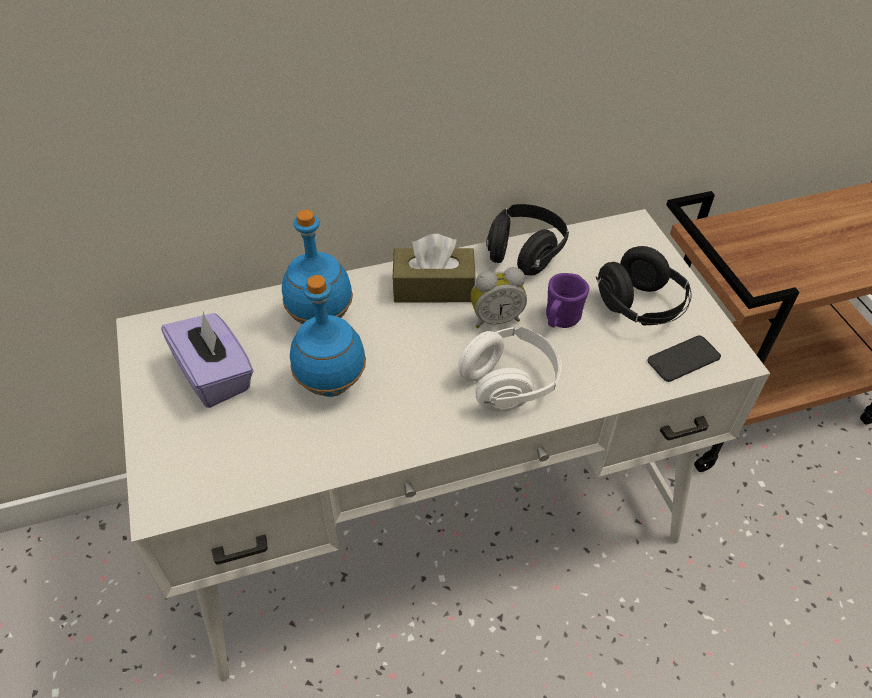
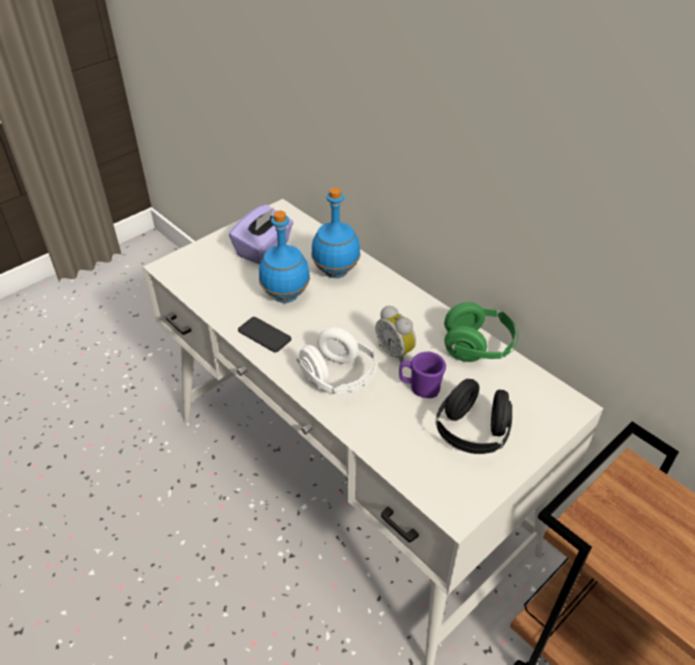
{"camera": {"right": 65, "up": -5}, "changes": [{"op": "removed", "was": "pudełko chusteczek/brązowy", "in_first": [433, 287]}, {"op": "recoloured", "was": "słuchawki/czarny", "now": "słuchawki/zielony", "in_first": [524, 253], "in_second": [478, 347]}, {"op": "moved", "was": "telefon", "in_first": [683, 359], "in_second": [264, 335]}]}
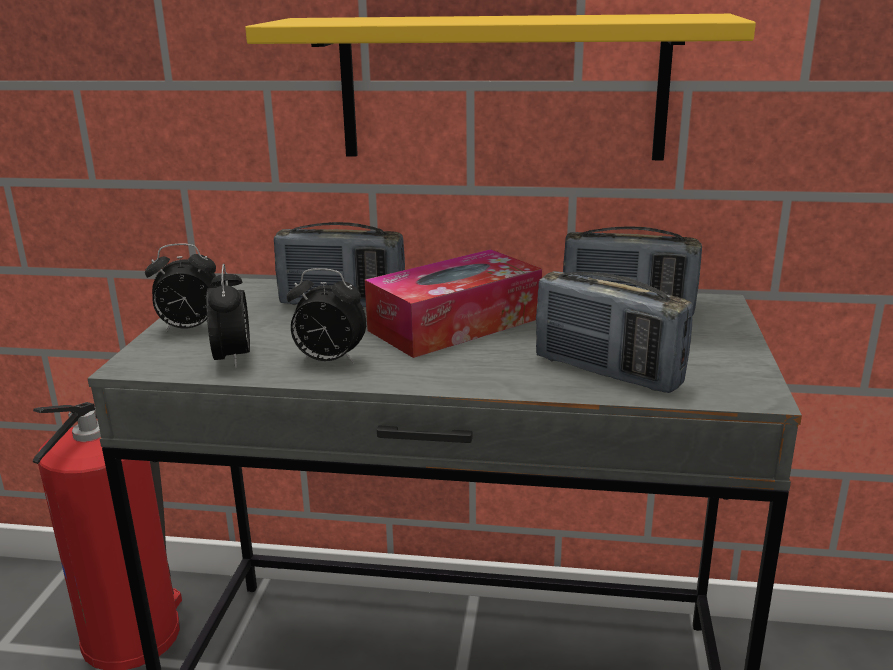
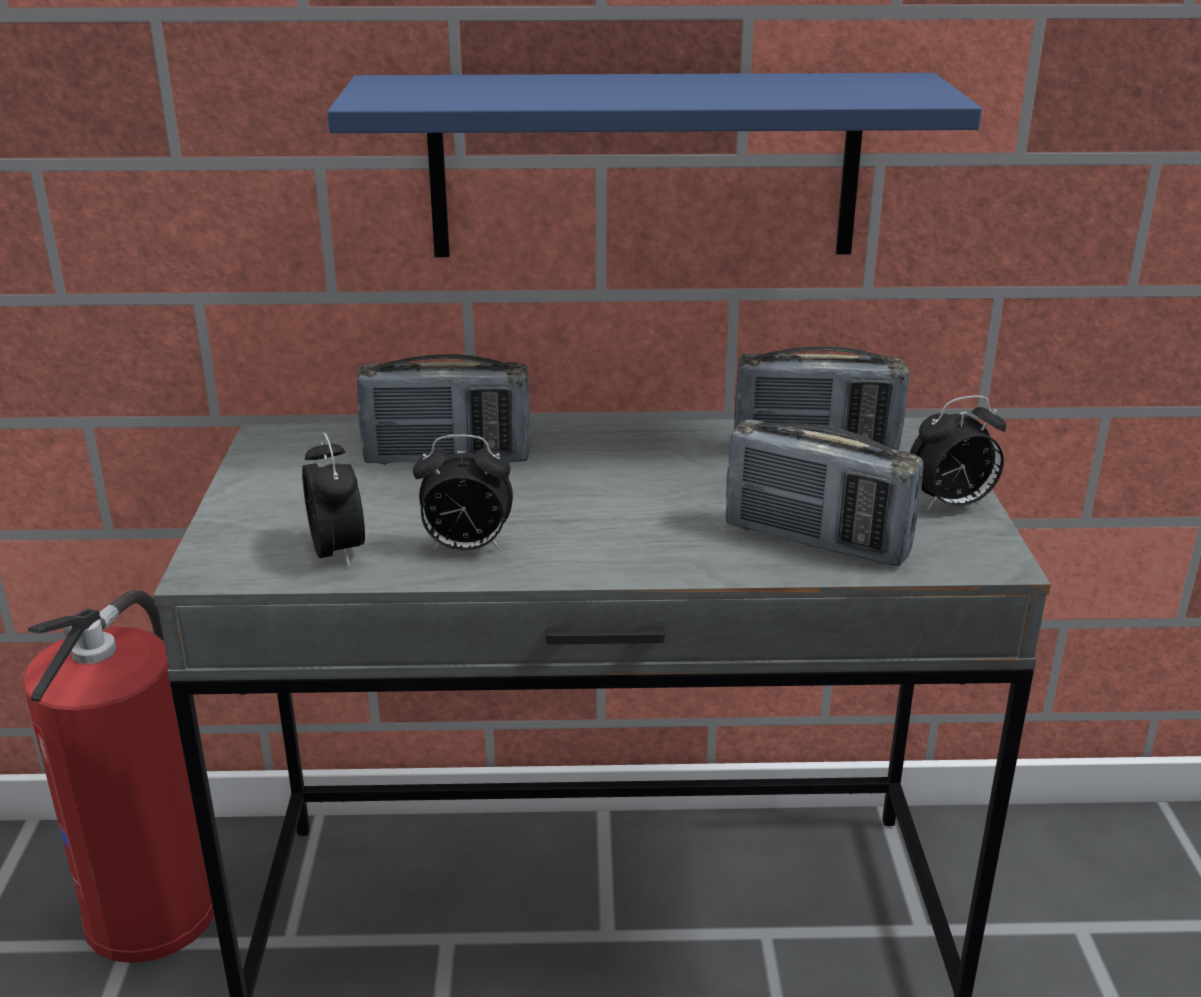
{"camera": {"right": -10, "up": 5}, "changes": [{"op": "moved", "was": "budzik", "in_first": [189, 329], "in_second": [951, 505]}, {"op": "recoloured", "was": "półka/żółty", "now": "półka/niebieski", "in_first": [501, 88], "in_second": [644, 166]}, {"op": "removed", "was": "pudełko chusteczek", "in_first": [455, 324]}]}
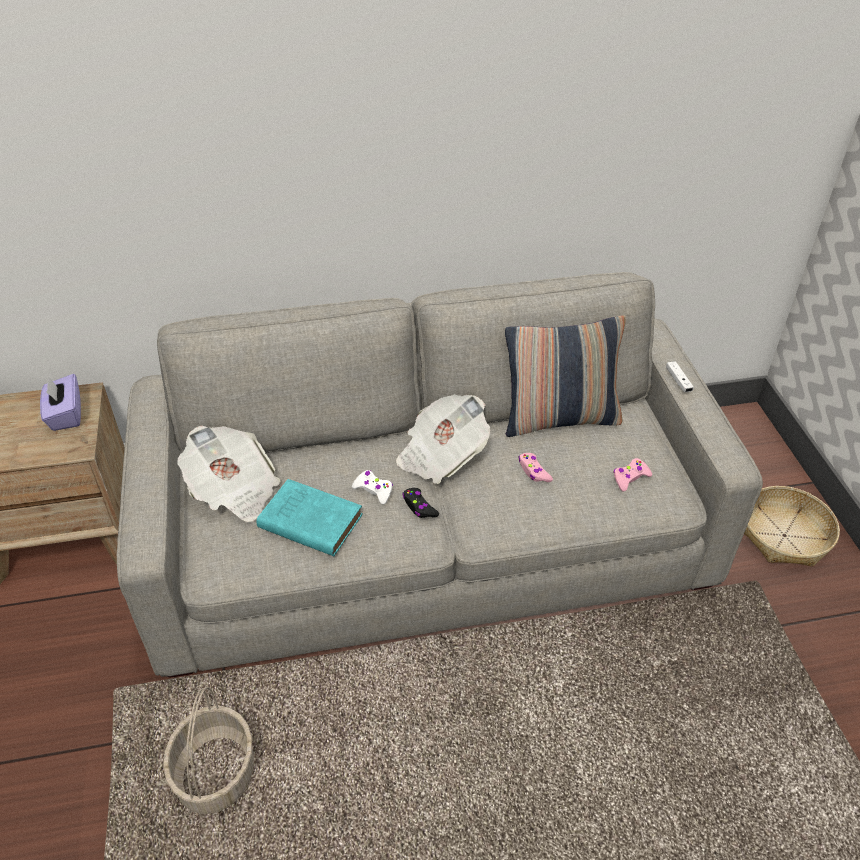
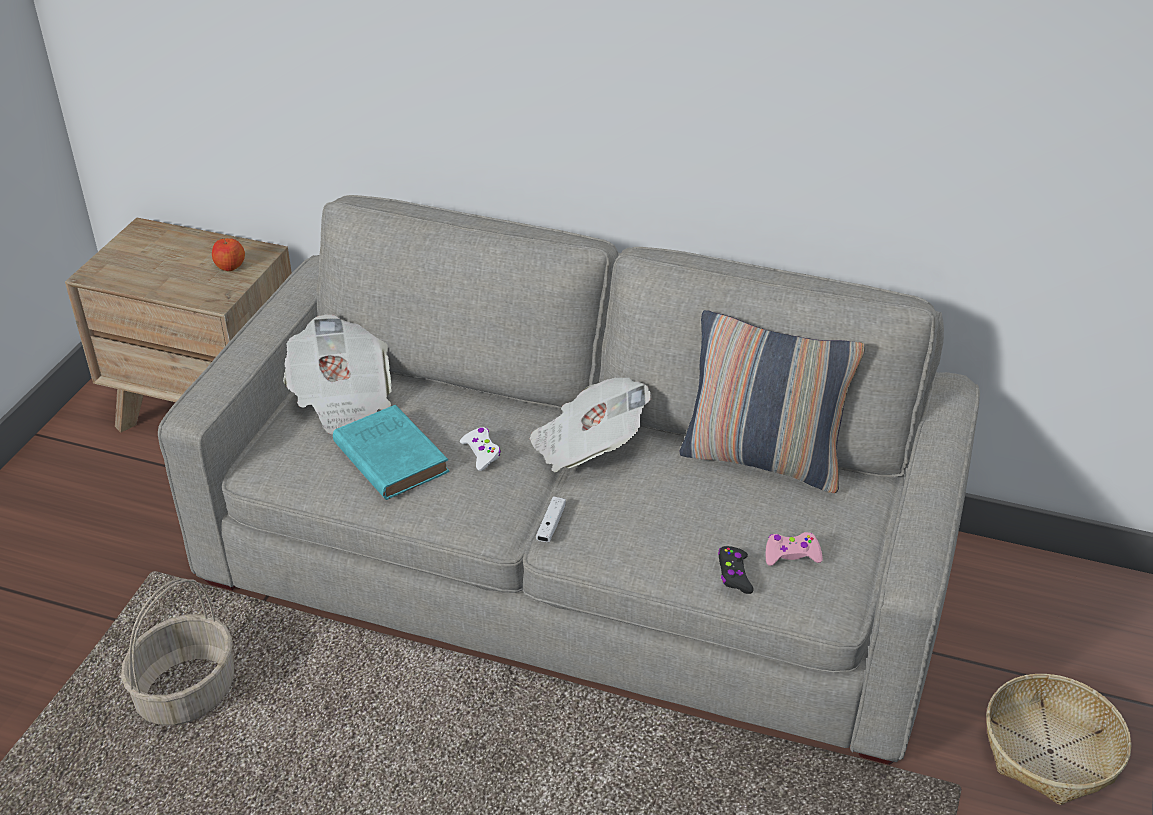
{"camera": {"right": 30, "up": -5}, "changes": [{"op": "replaced", "was": "pudełko chusteczek/fioletowy", "now": "jabłko", "in_first": [65, 415], "in_second": [230, 266]}, {"op": "moved", "was": "pad do gier/czarny", "in_first": [419, 507], "in_second": [734, 574]}, {"op": "removed", "was": "pad do gier/różowy", "in_first": [533, 471]}, {"op": "moved", "was": "pad do gier/biały", "in_first": [678, 381], "in_second": [551, 525]}]}
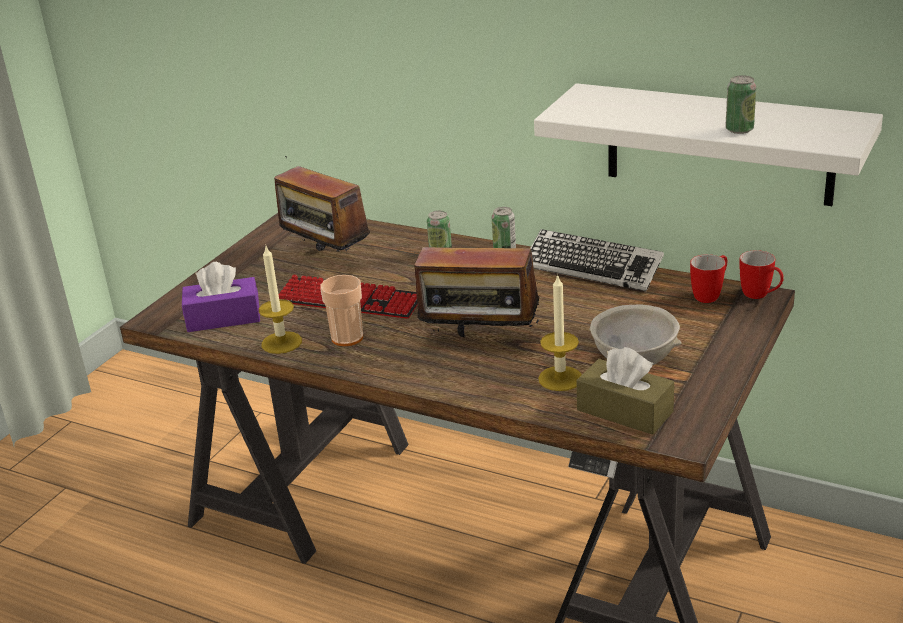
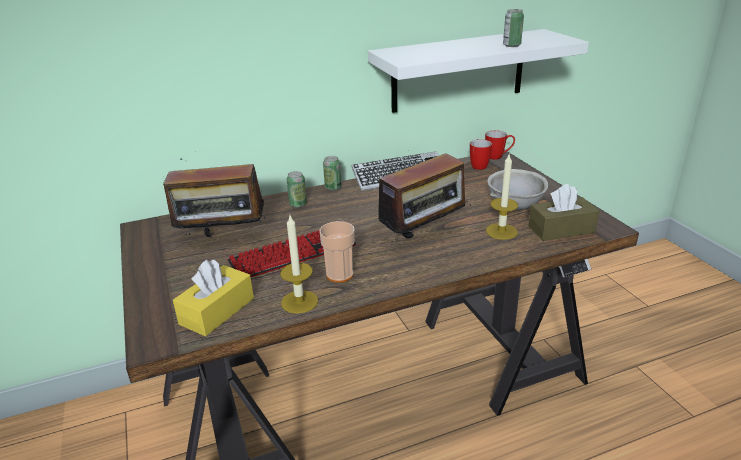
{"camera": {"right": -50, "up": 0}, "changes": [{"op": "recoloured", "was": "pudełko chusteczek/fioletowy", "now": "pudełko chusteczek/żółty", "in_first": [223, 318], "in_second": [217, 311]}]}
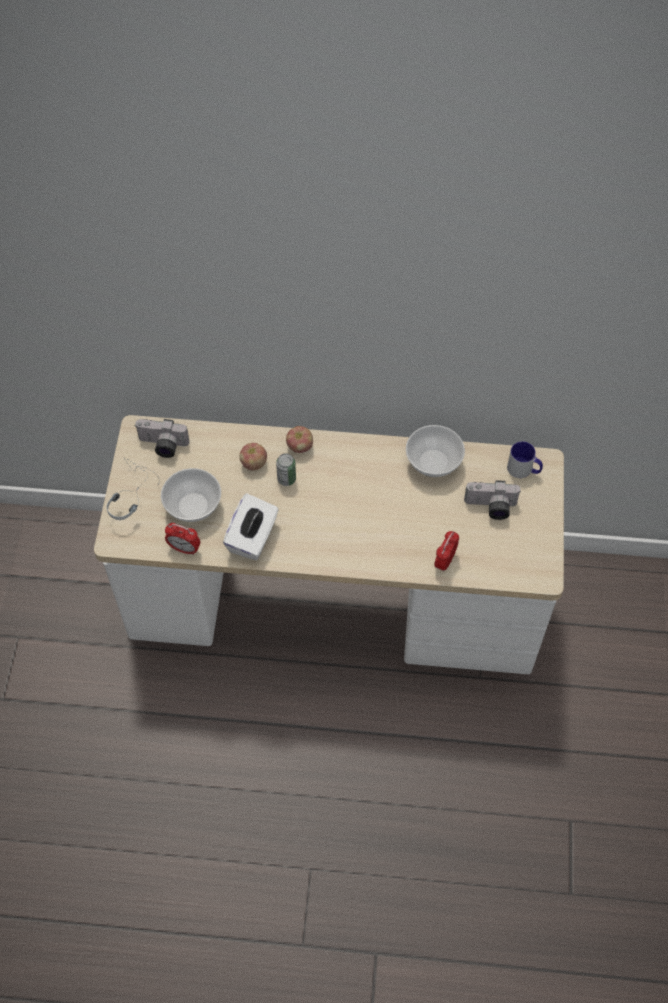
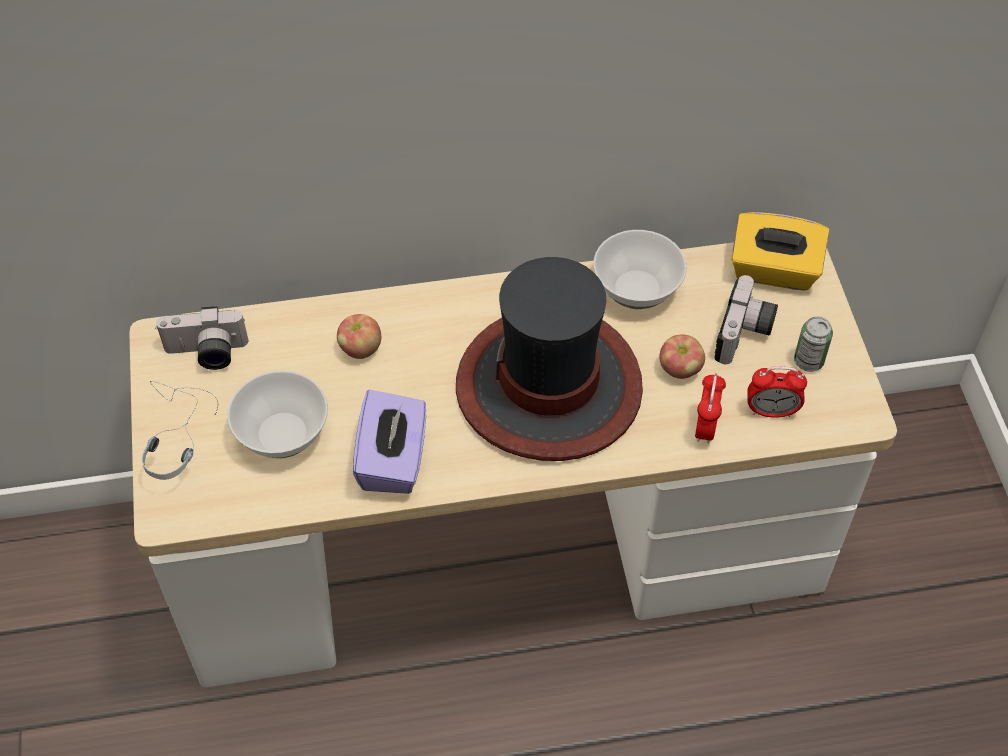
{"camera": {"right": -15, "up": -5}, "changes": [{"op": "moved", "was": "budzik", "in_first": [184, 548], "in_second": [771, 411]}, {"op": "recoloured", "was": "pudełko chusteczek/biały", "now": "pudełko chusteczek/fioletowy", "in_first": [252, 538], "in_second": [393, 460]}, {"op": "moved", "was": "puszka", "in_first": [286, 479], "in_second": [808, 361]}, {"op": "moved", "was": "jabłko", "in_first": [300, 446], "in_second": [680, 369]}, {"op": "turned", "was": "aparat fotograficzny", "in_first": [490, 507], "in_second": [745, 335], "clockwise": -60}, {"op": "replaced", "was": "kubek", "now": "pudełko chusteczek/żółty", "in_first": [524, 470], "in_second": [774, 271]}, {"op": "added", "now": "kapelusz", "in_second": [550, 386]}]}
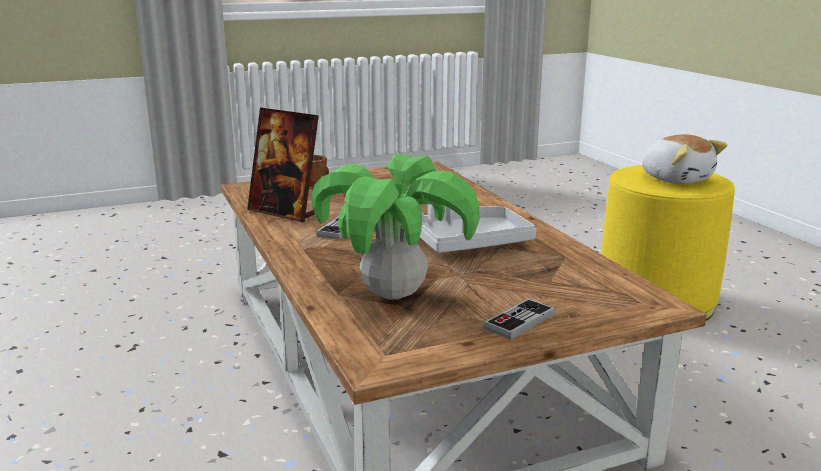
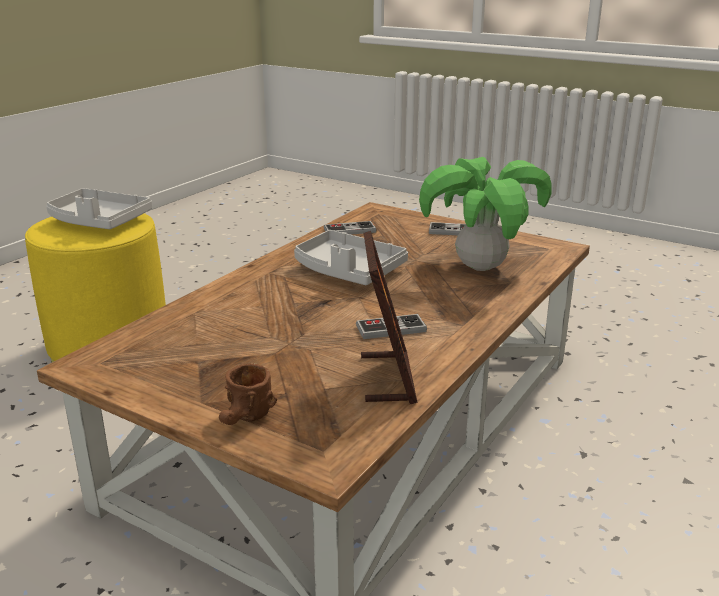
{"camera": {"right": -125, "up": 5}, "changes": [{"op": "replaced", "was": "pluszak", "now": "taca/szary", "in_first": [676, 179], "in_second": [98, 222]}, {"op": "added", "now": "pad do gier", "in_second": [349, 230]}]}
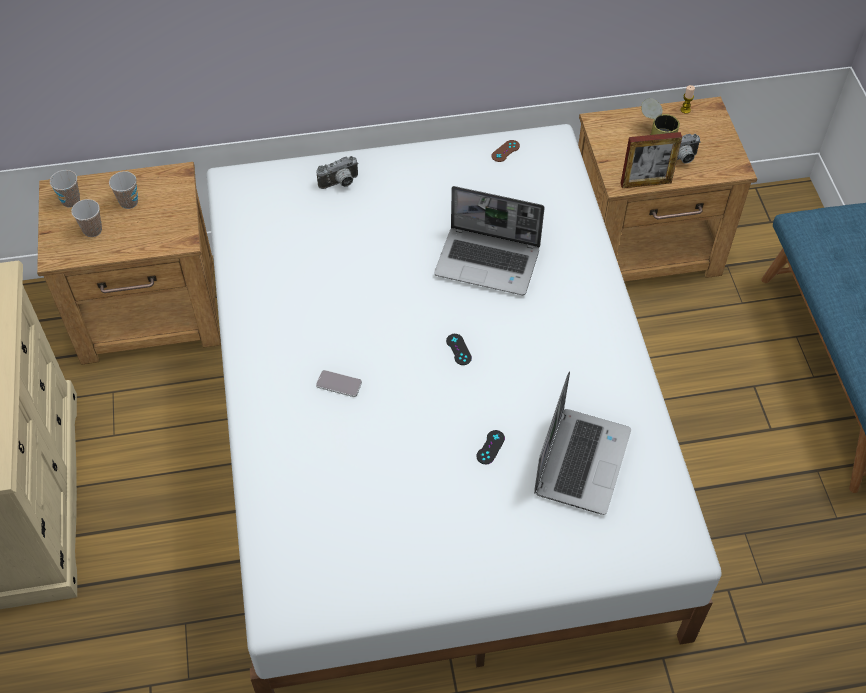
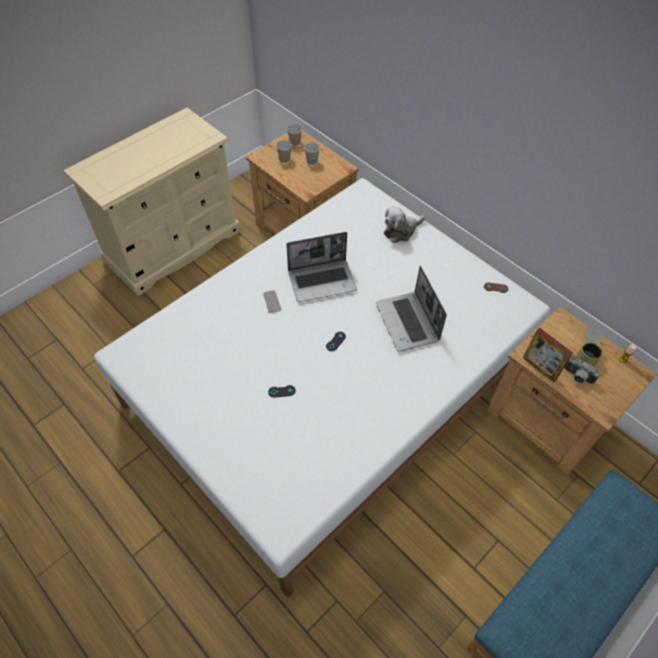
{"camera": {"right": 55, "up": 0}, "changes": [{"op": "replaced", "was": "aparat fotograficzny", "now": "pluszak", "in_first": [340, 183], "in_second": [401, 231]}, {"op": "moved", "was": "laptop", "in_first": [581, 460], "in_second": [322, 280]}]}
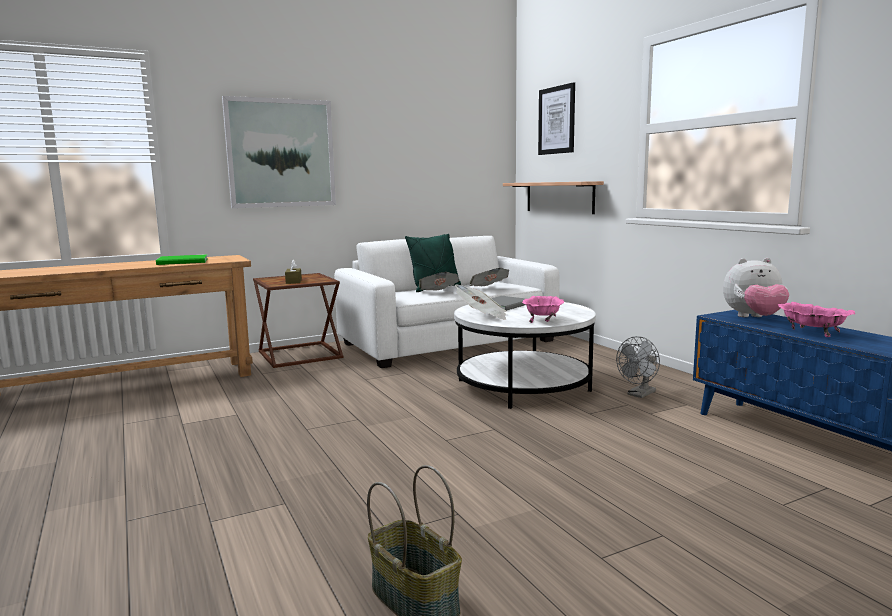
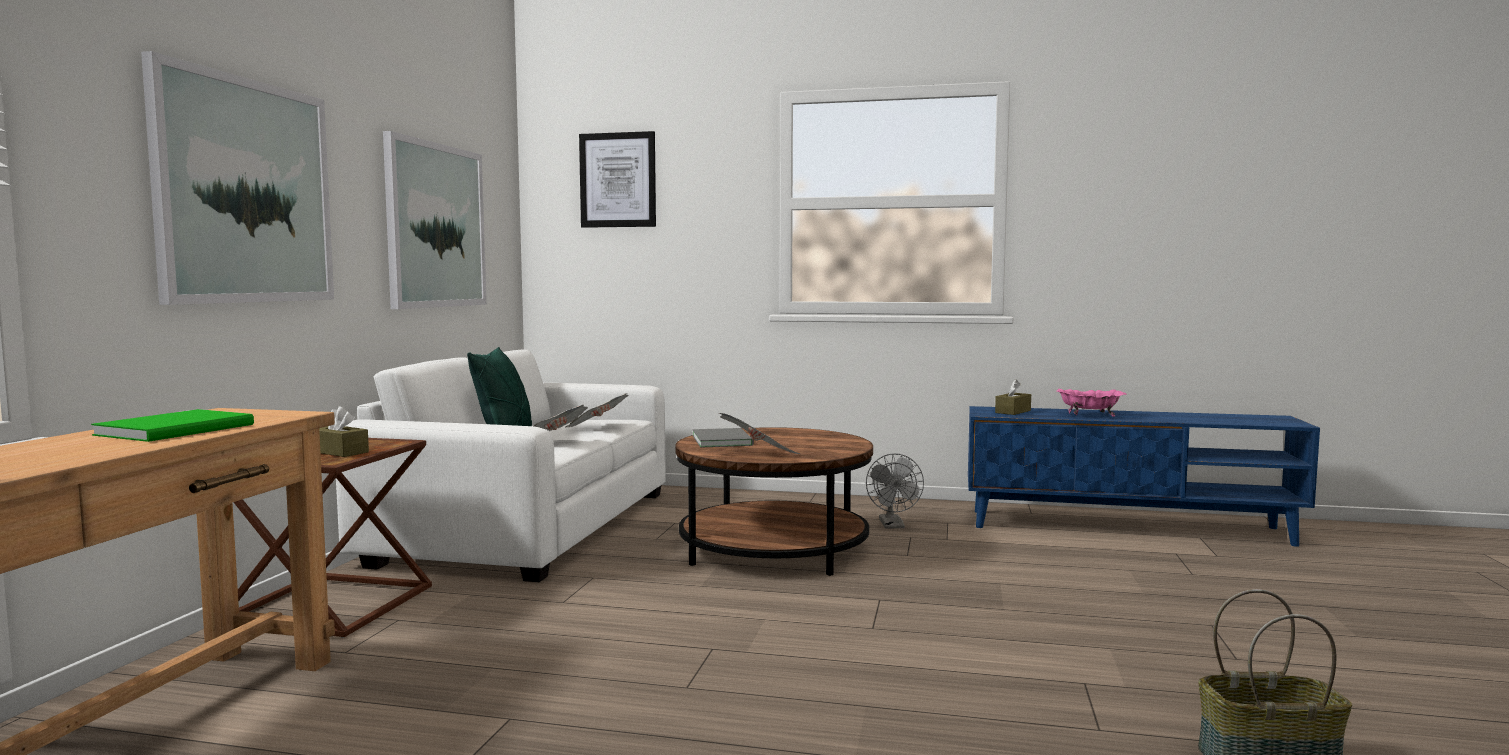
{"camera": {"right": -50, "up": -5}, "changes": [{"op": "recoloured", "was": "ława/biały", "now": "ława/brązowy", "in_first": [523, 385], "in_second": [773, 549]}, {"op": "removed", "was": "półka", "in_first": [559, 197]}, {"op": "removed", "was": "miska/różowy", "in_first": [543, 320]}, {"op": "replaced", "was": "pluszak", "now": "pudełko chusteczek/brązowy", "in_first": [754, 318], "in_second": [1013, 411]}, {"op": "added", "now": "obraz", "in_second": [436, 226]}]}
